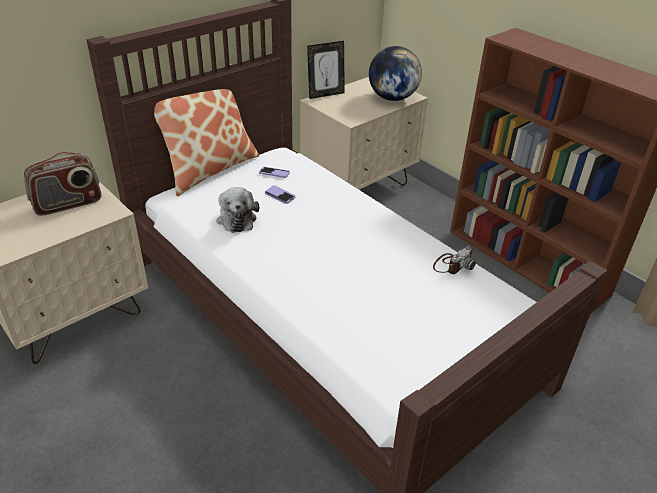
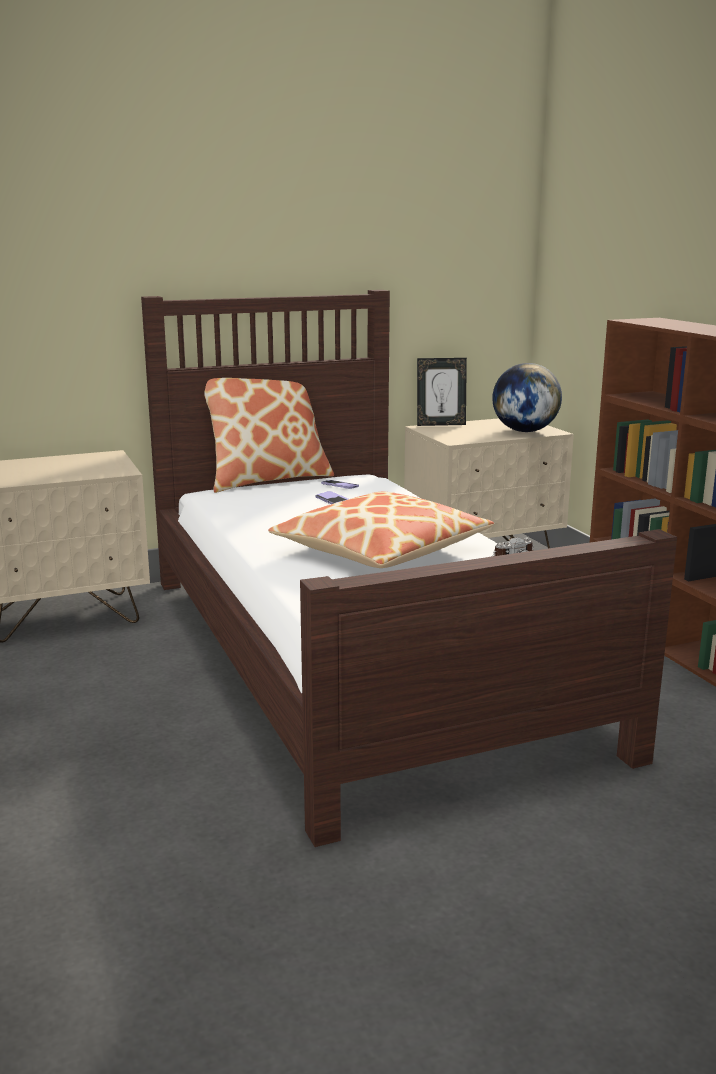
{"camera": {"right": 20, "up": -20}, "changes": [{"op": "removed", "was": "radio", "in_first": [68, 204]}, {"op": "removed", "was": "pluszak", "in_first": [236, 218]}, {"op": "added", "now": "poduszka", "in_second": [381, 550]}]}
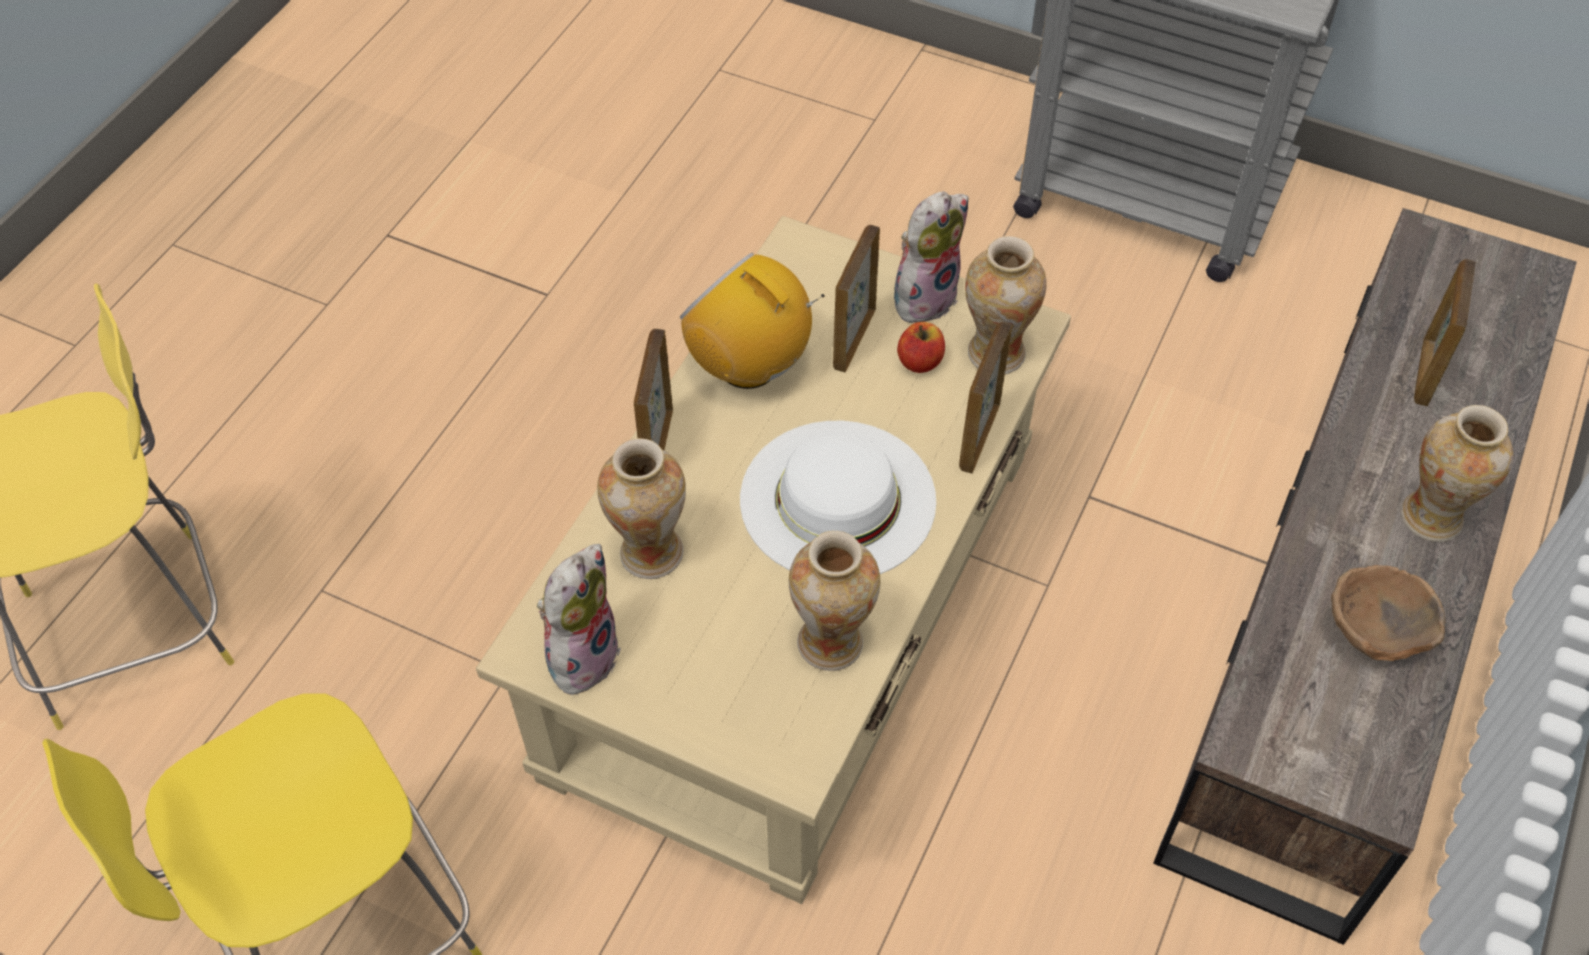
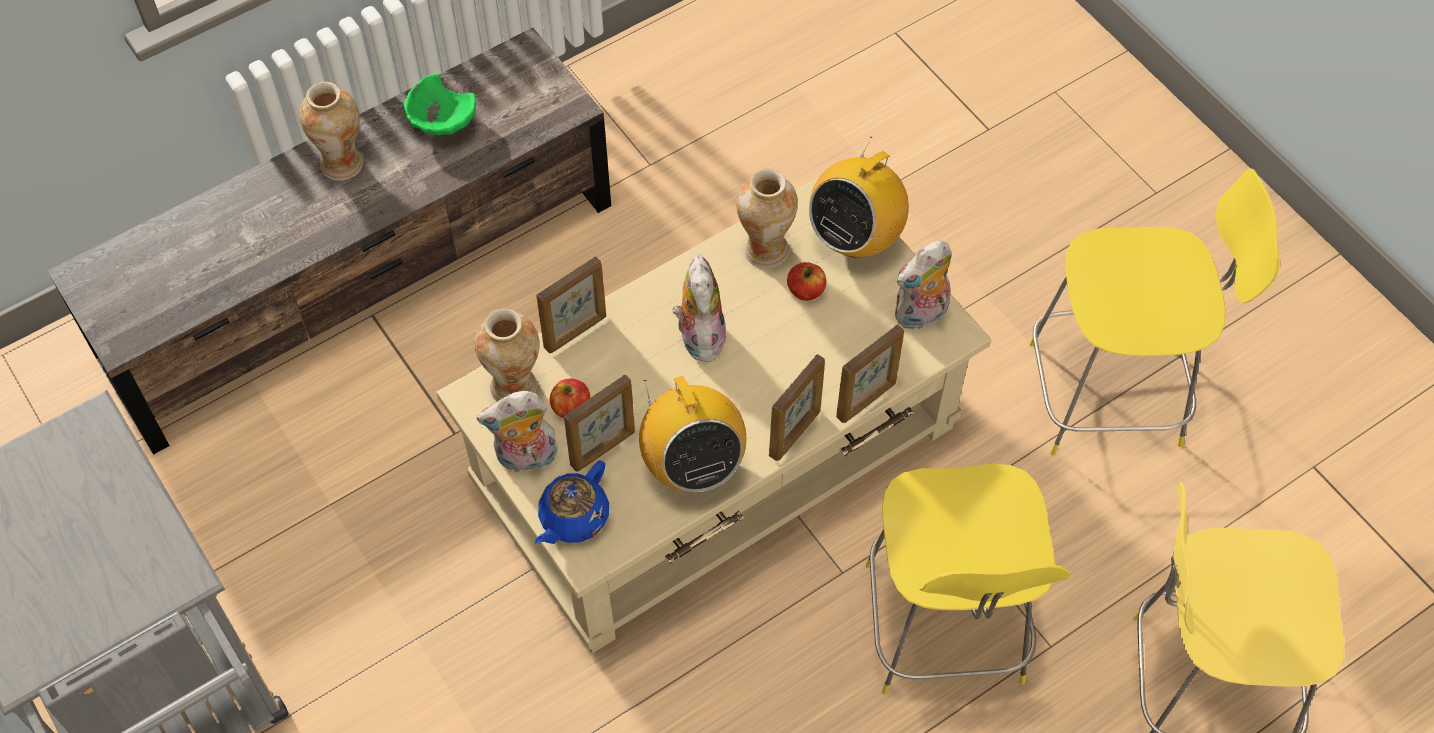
{"camera": {"right": -150, "up": 5}, "changes": [{"op": "removed", "was": "wazon", "in_first": [650, 553]}, {"op": "replaced", "was": "kapelusz/biały", "now": "pluszak", "in_first": [838, 499], "in_second": [699, 336]}, {"op": "recoloured", "was": "miska/brązowy", "now": "miska/zielony", "in_first": [1375, 630], "in_second": [442, 124]}, {"op": "moved", "was": "ramka na zdjęcie", "in_first": [1424, 372], "in_second": [867, 400]}, {"op": "added", "now": "imbryk/niebieski", "in_second": [573, 518]}, {"op": "added", "now": "jabłko", "in_second": [806, 290]}, {"op": "added", "now": "radio", "in_second": [855, 237]}, {"op": "added", "now": "stołek/żółty", "in_second": [944, 630]}]}
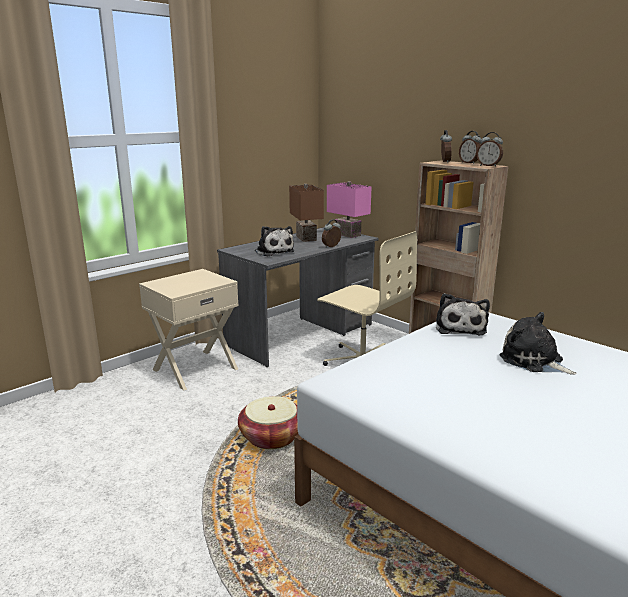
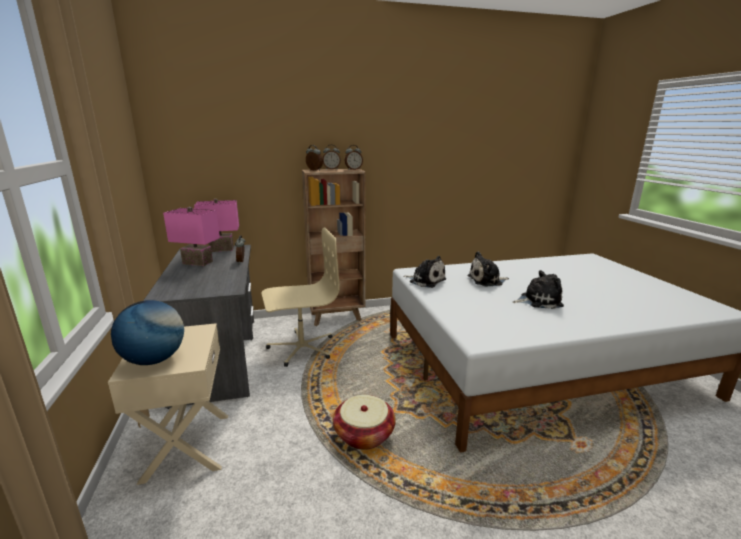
{"camera": {"right": -60, "up": 0}, "changes": [{"op": "moved", "was": "pluszak", "in_first": [273, 251], "in_second": [538, 301]}, {"op": "recoloured", "was": "lampa stołowa/brązowy", "now": "lampa stołowa/różowy", "in_first": [307, 238], "in_second": [199, 262]}, {"op": "added", "now": "globus", "in_second": [154, 360]}]}
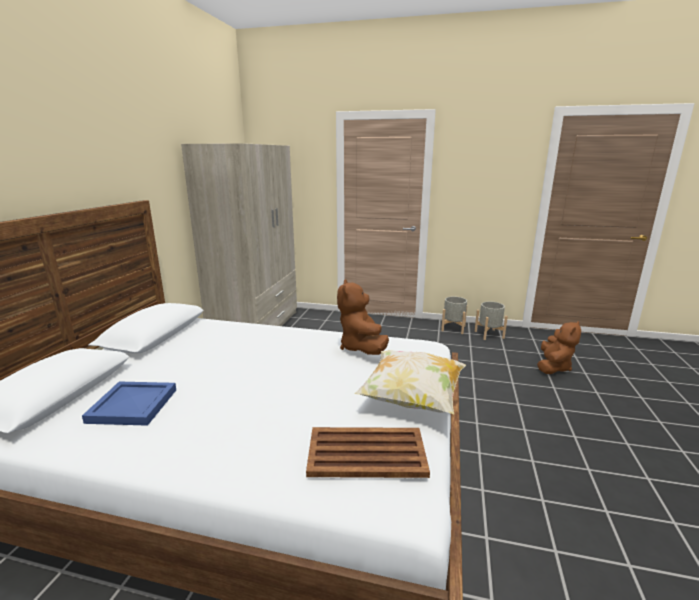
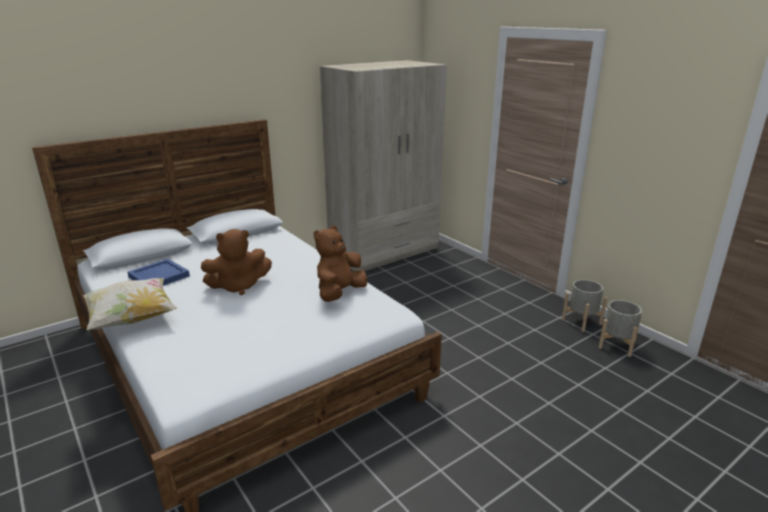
{"camera": {"right": 40, "up": 5}, "changes": [{"op": "removed", "was": "taca/brązowy", "in_first": [365, 453]}, {"op": "moved", "was": "poduszka", "in_first": [412, 399], "in_second": [132, 319]}, {"op": "moved", "was": "pluszak/brązowy", "in_first": [553, 367], "in_second": [238, 286]}]}
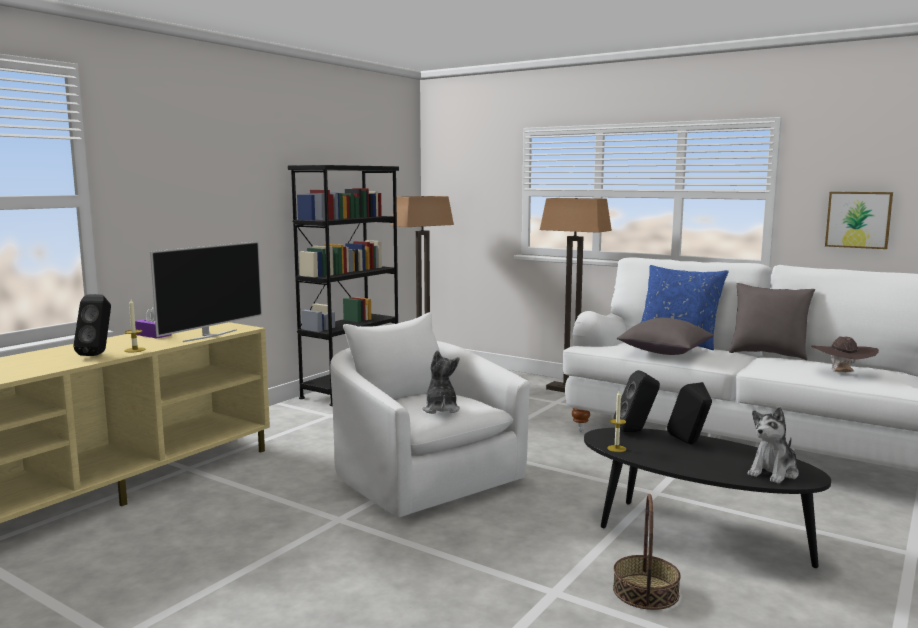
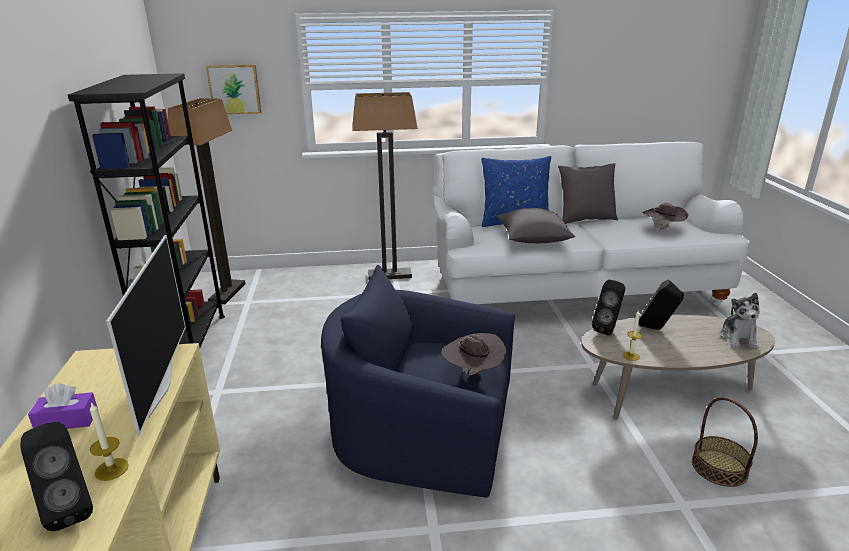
{"camera": {"right": -40, "up": 15}, "changes": [{"op": "recoloured", "was": "fotel/biały", "now": "fotel/niebieski", "in_first": [421, 477], "in_second": [422, 433]}, {"op": "replaced", "was": "pluszak", "now": "kapelusz/brązowy", "in_first": [440, 409], "in_second": [473, 373]}, {"op": "recoloured", "was": "ława/czarny", "now": "ława/beżowy", "in_first": [693, 535], "in_second": [666, 396]}, {"op": "moved", "was": "obraz", "in_first": [858, 219], "in_second": [234, 89]}]}
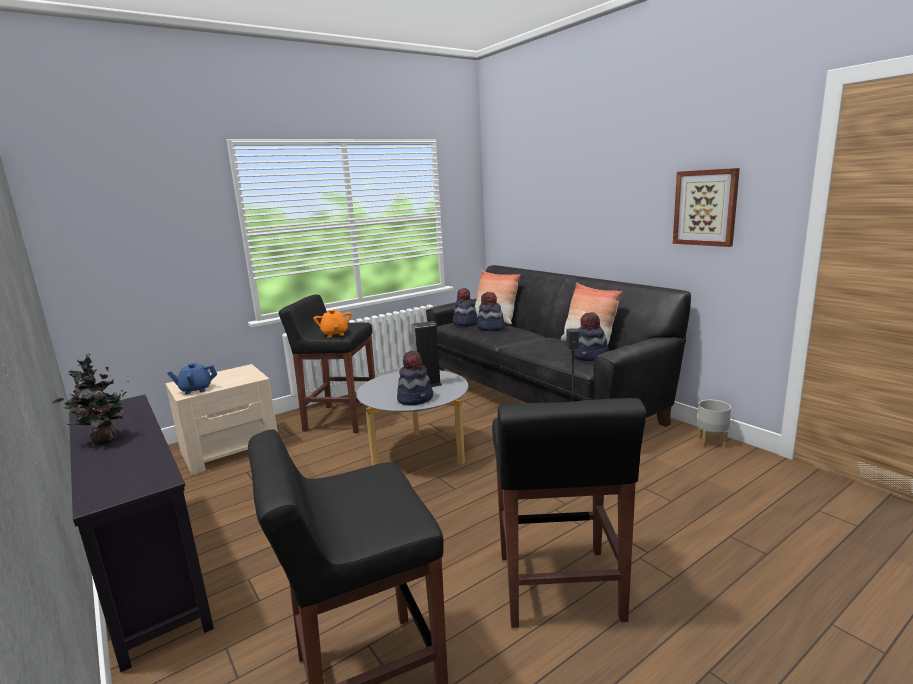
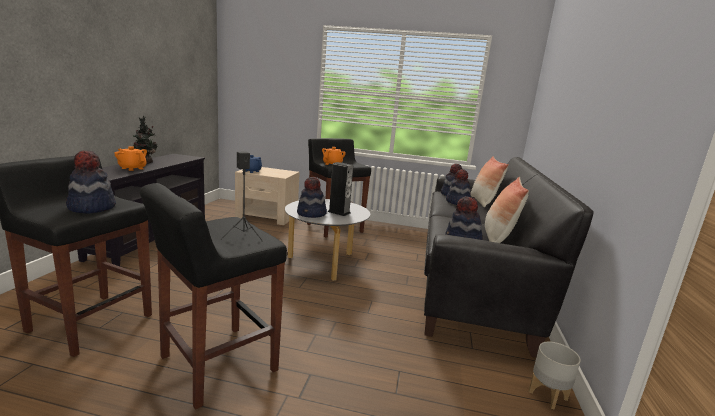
{"camera": {"right": 45, "up": 0}, "changes": [{"op": "removed", "was": "obraz", "in_first": [705, 207]}, {"op": "added", "now": "kapelusz", "in_second": [91, 207]}, {"op": "added", "now": "imbryk/pomarańczowy", "in_second": [132, 168]}]}
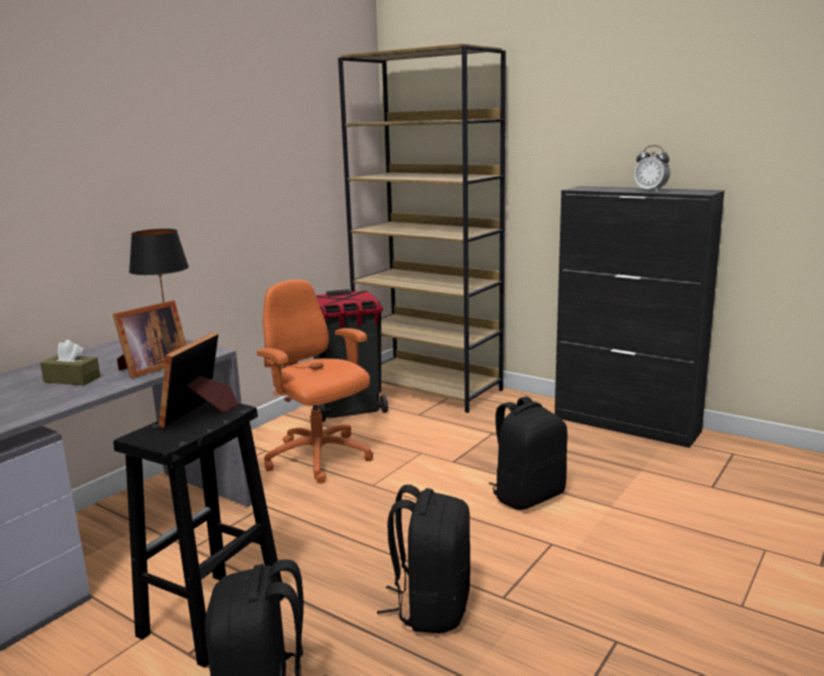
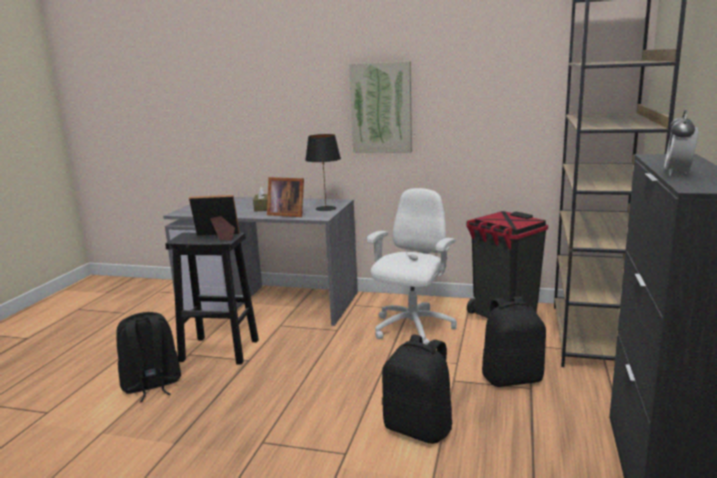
{"camera": {"right": 70, "up": 0}, "changes": [{"op": "recoloured", "was": "krzesło biurowe/pomarańczowy", "now": "krzesło biurowe/biały", "in_first": [319, 459], "in_second": [412, 328]}, {"op": "moved", "was": "plecak/czarny", "in_first": [431, 607], "in_second": [512, 378]}, {"op": "added", "now": "obraz", "in_second": [381, 108]}]}
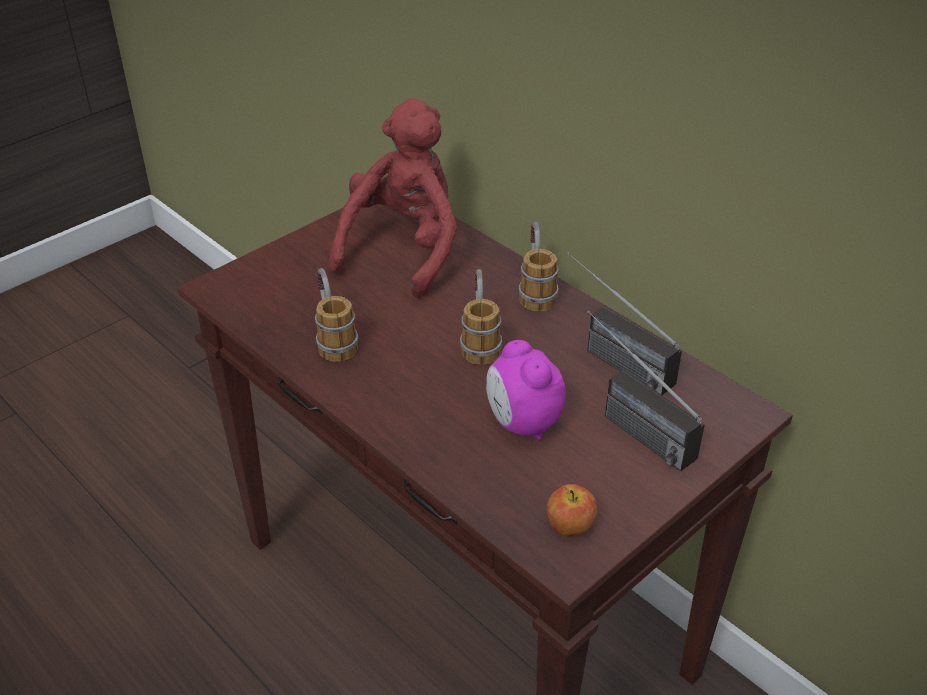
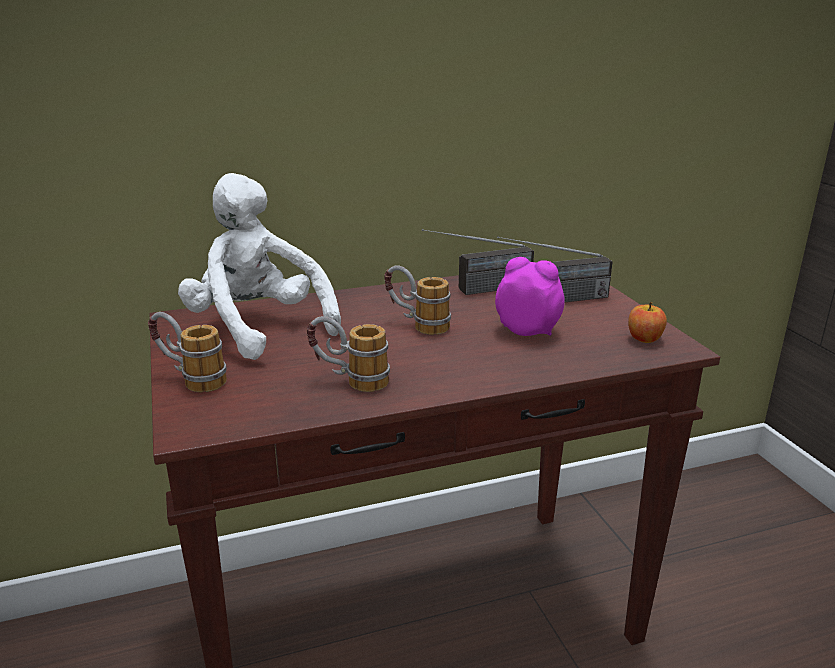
{"camera": {"right": -65, "up": -15}, "changes": [{"op": "recoloured", "was": "pluszak/czerwony", "now": "pluszak/biały", "in_first": [403, 249], "in_second": [258, 328]}, {"op": "turned", "was": "budzik", "in_first": [522, 423], "in_second": [527, 331], "clockwise": -150}, {"op": "moved", "was": "kubek", "in_first": [535, 289], "in_second": [190, 379]}]}
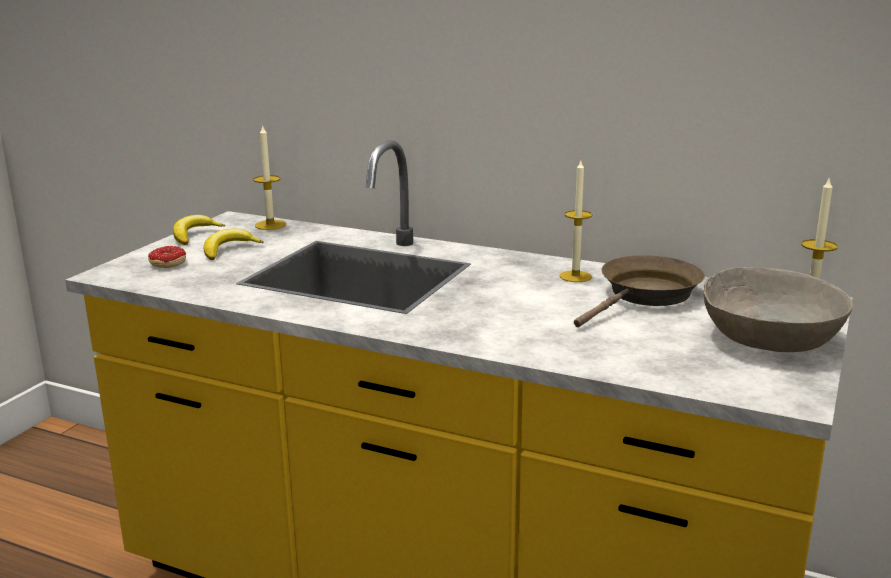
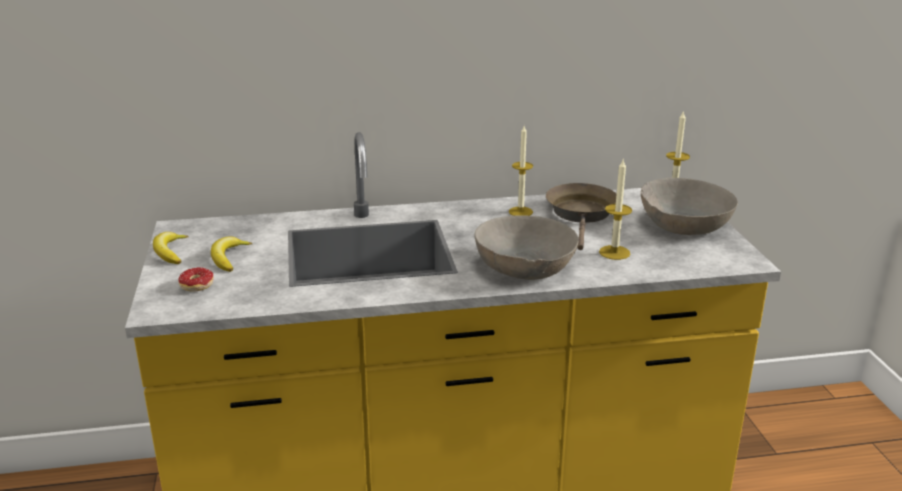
{"camera": {"right": -35, "up": 5}, "changes": [{"op": "moved", "was": "świeca", "in_first": [270, 225], "in_second": [614, 252]}, {"op": "added", "now": "miska/szary", "in_second": [525, 266]}]}
